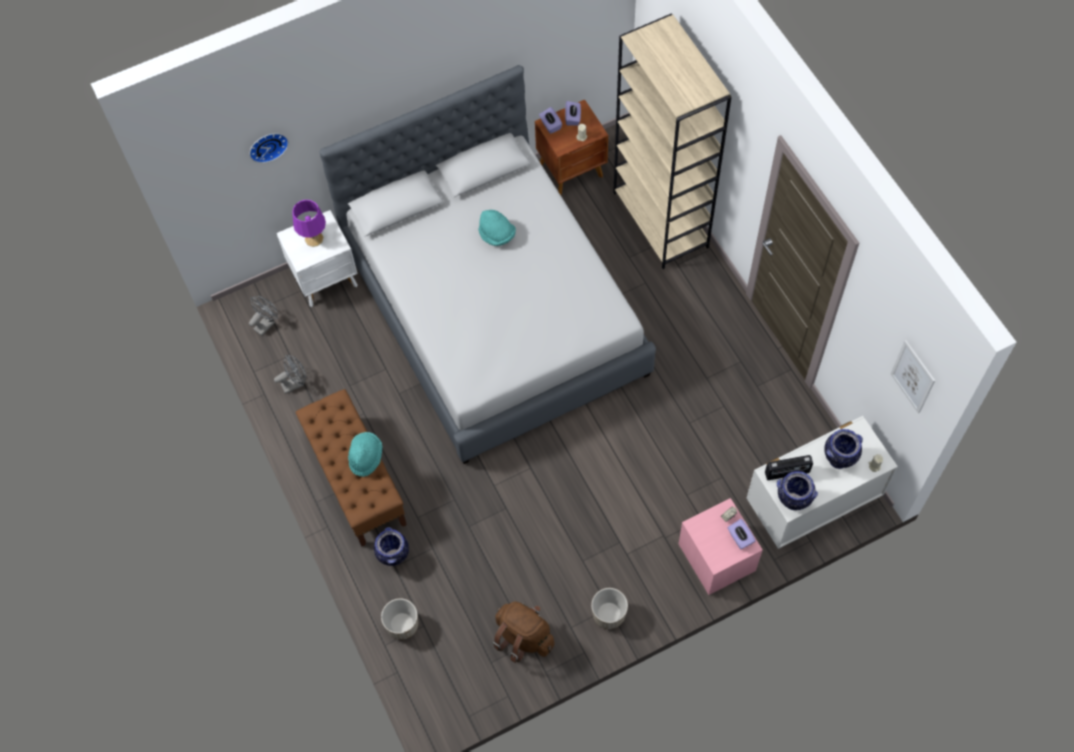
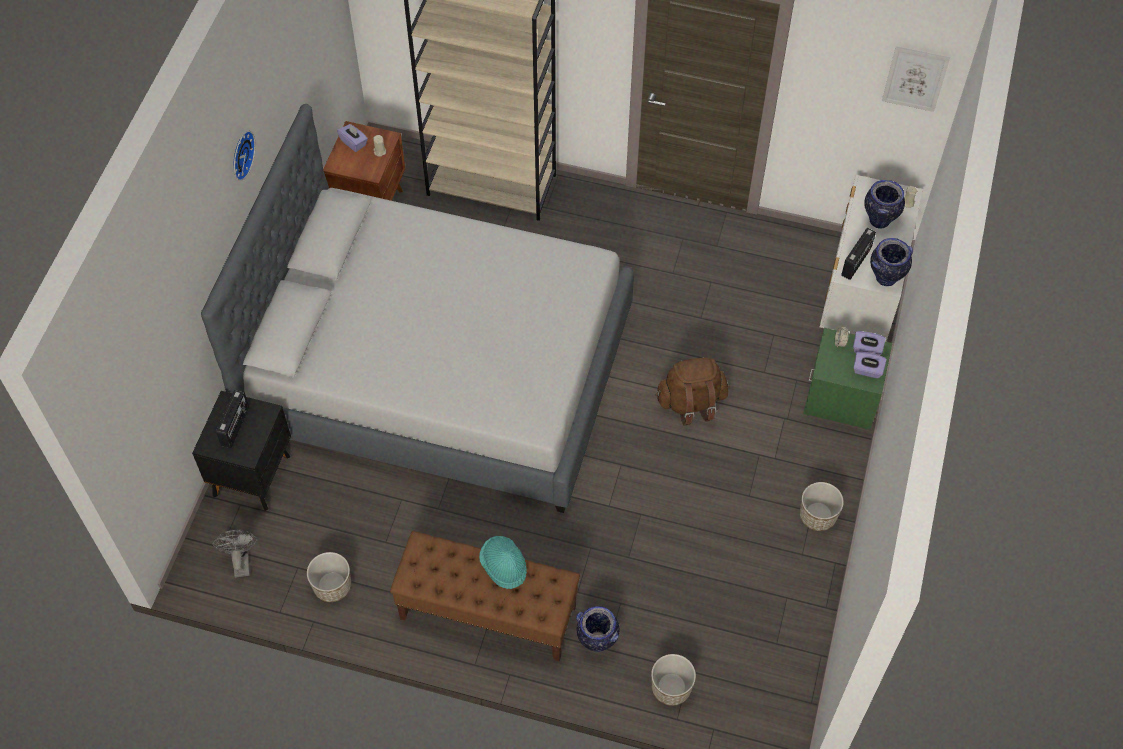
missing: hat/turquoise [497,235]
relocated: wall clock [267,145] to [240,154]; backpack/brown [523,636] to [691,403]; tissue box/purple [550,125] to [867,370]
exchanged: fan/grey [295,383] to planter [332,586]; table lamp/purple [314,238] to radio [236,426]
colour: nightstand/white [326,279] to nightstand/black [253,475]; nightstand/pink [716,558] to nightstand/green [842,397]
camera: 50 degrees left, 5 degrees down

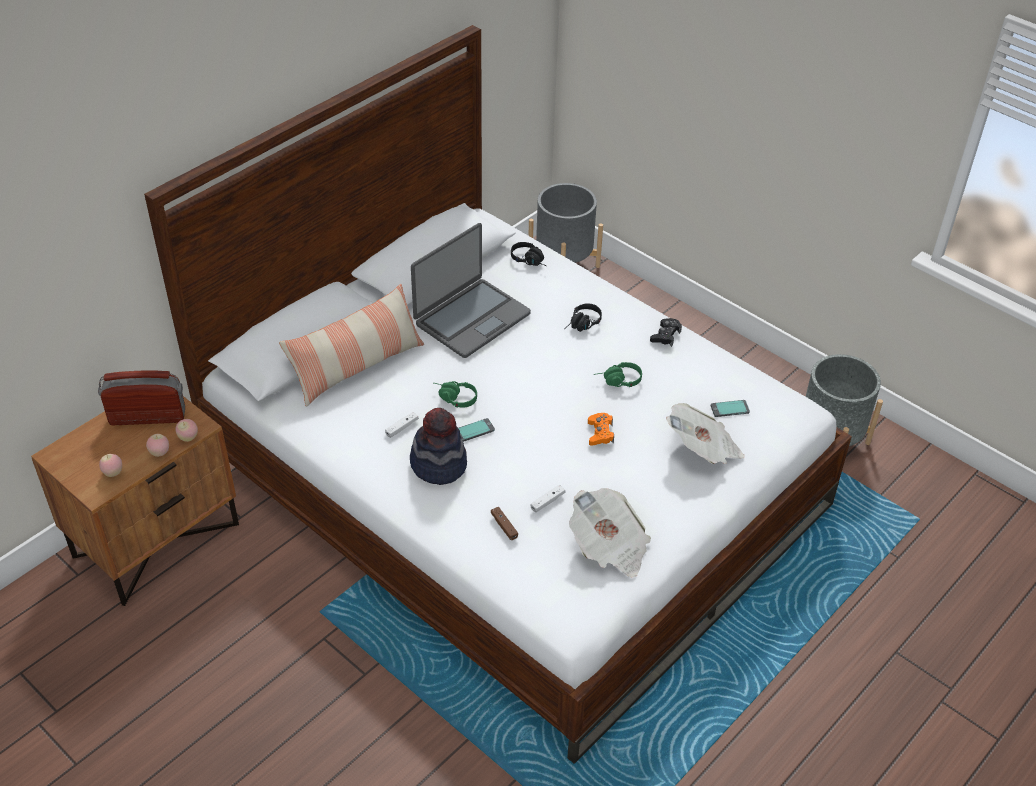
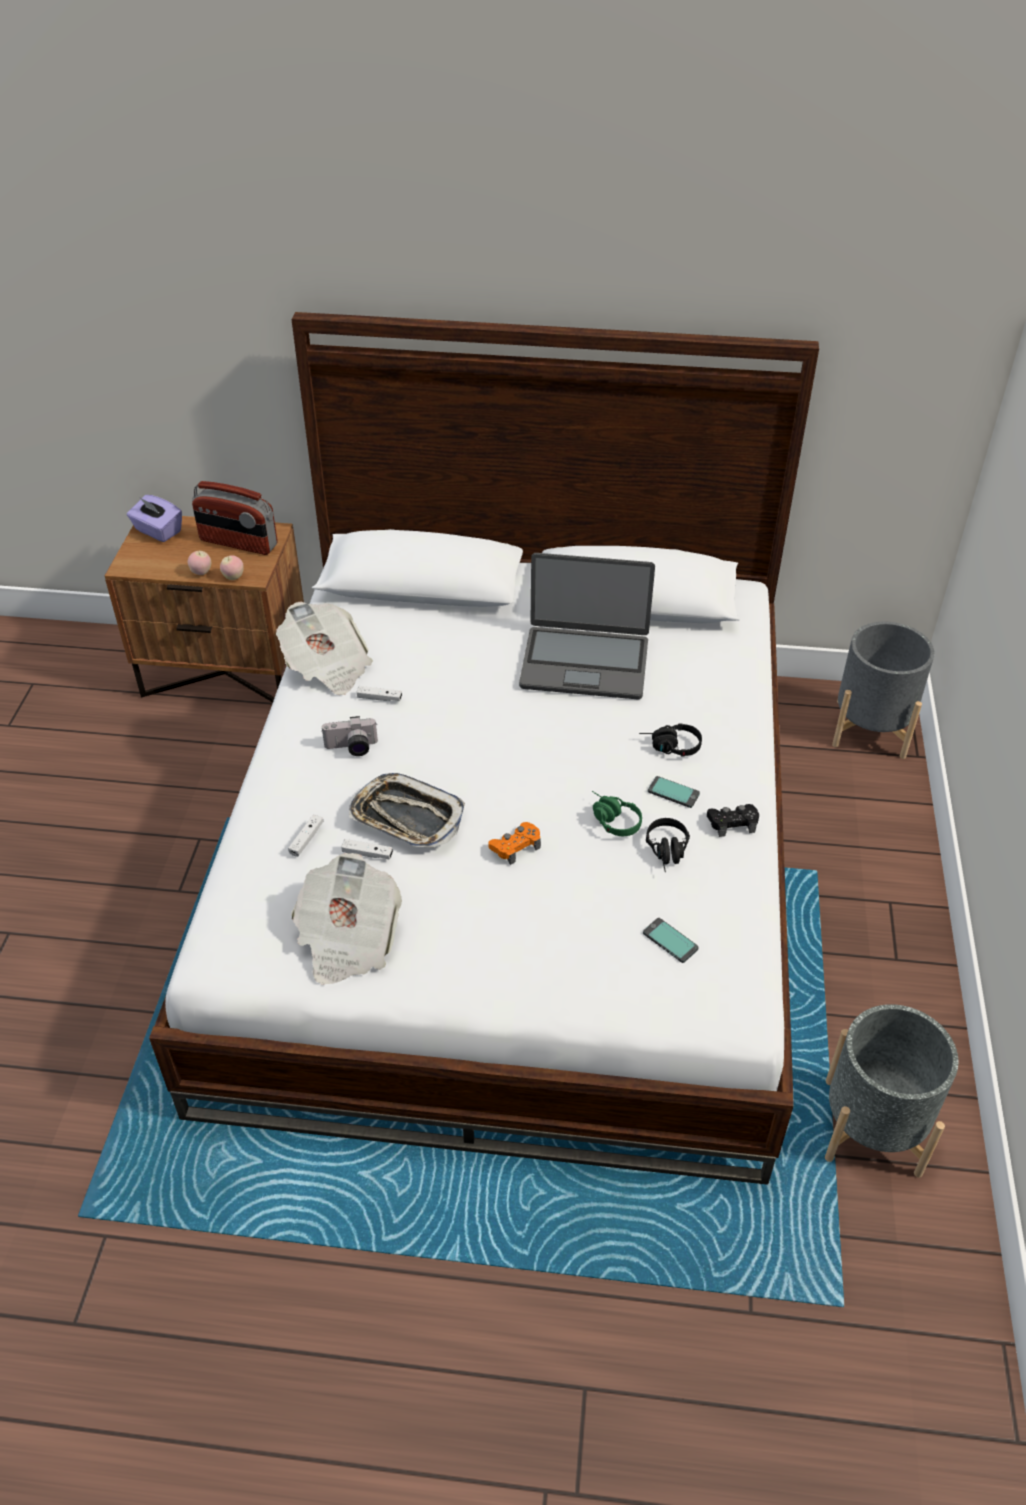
missing: apple [113,473]; pillow [357,366]; headphones/green [453,398]
appeared: tissue box/purple [158,531]; tray [406,817]
relocated: phone [474,430] to [673,792]; headphones/black [530,261] to [668,853]; newspaper [703,450] to [327,667]
exchanged: hat [438,464] to photo camera [351,748]
colour: game controller/brown [504,526] to game controller/white [306,839]
spun: radio [148,416] = [238,543] 150 degrees clockwise
camera: 55 degrees right, 0 degrees up

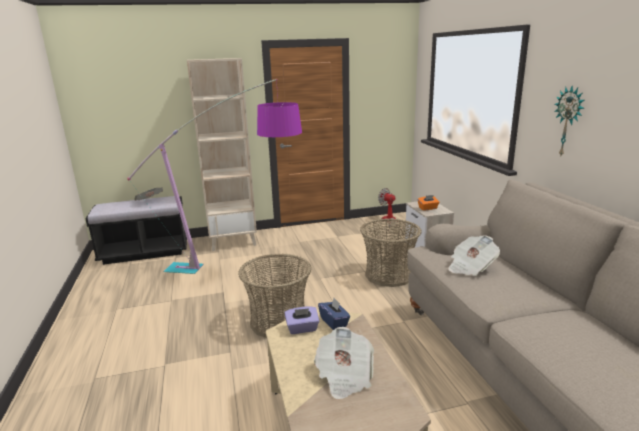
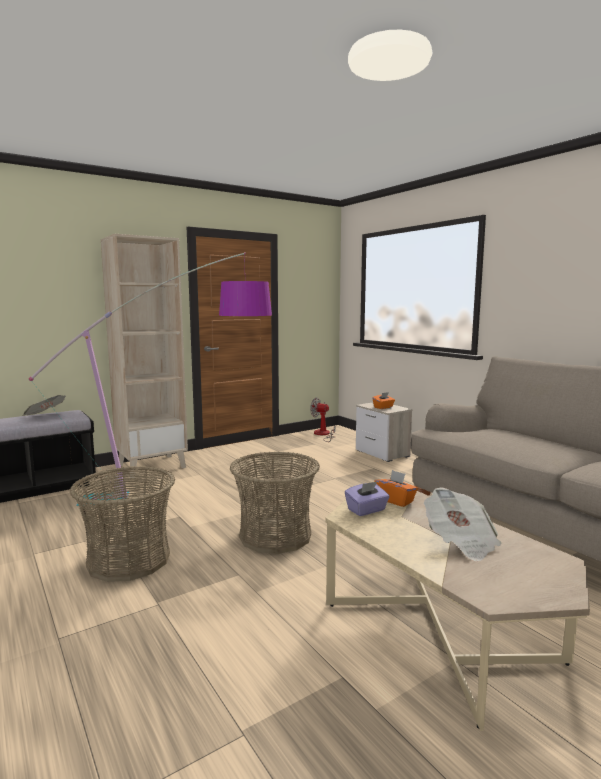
missing: newspaper [470,267]; wall clock [568,121]
relocated: basket [389,275] to [128,560]
colour: tissue box/blue [334,322] to tissue box/orange [395,500]
camera: 20 degrees left, 10 degrees down

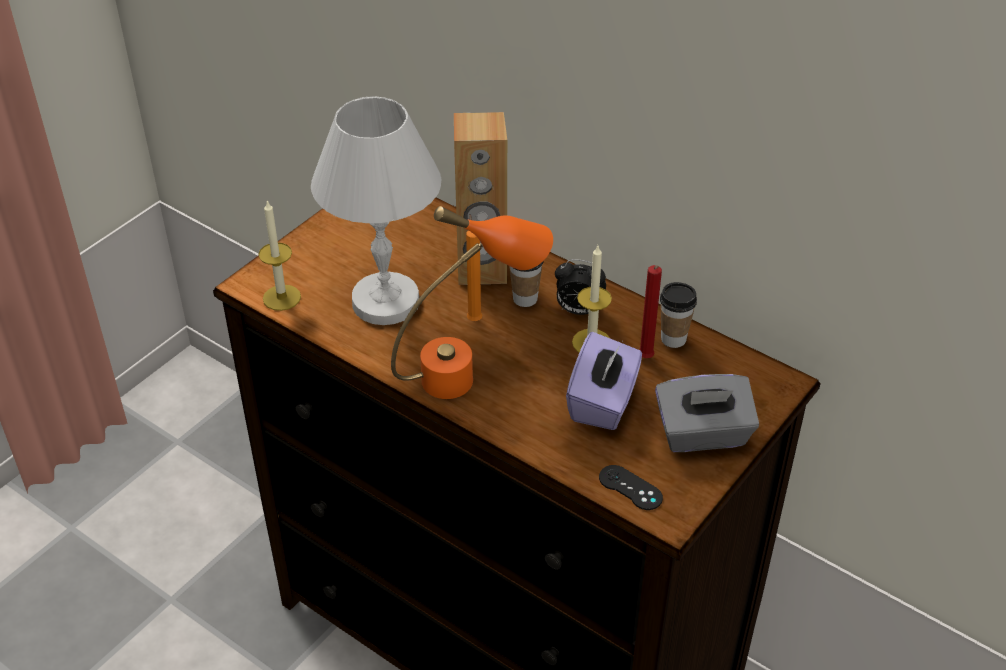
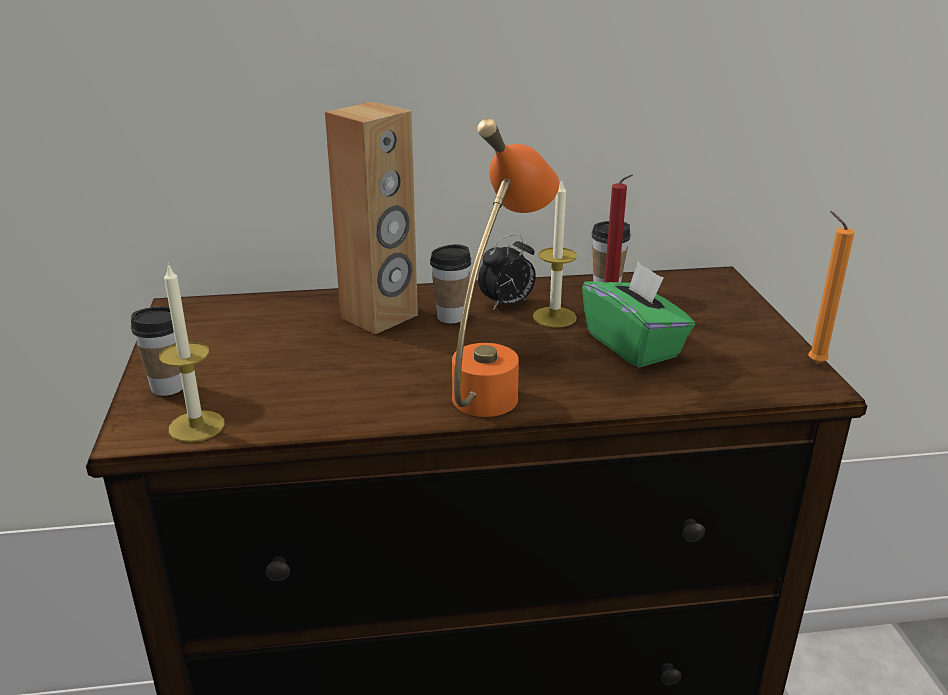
missing: table lamp/white [386,301]; game controller/black [630,488]; tissue box/grey [703,434]
appeared: cup [168,387]
relocated: candle/orange [474,319] to [813,362]
colour: tissue box/purple [603,402] to tissue box/green [633,345]
camera: 45 degrees left, 15 degrees down

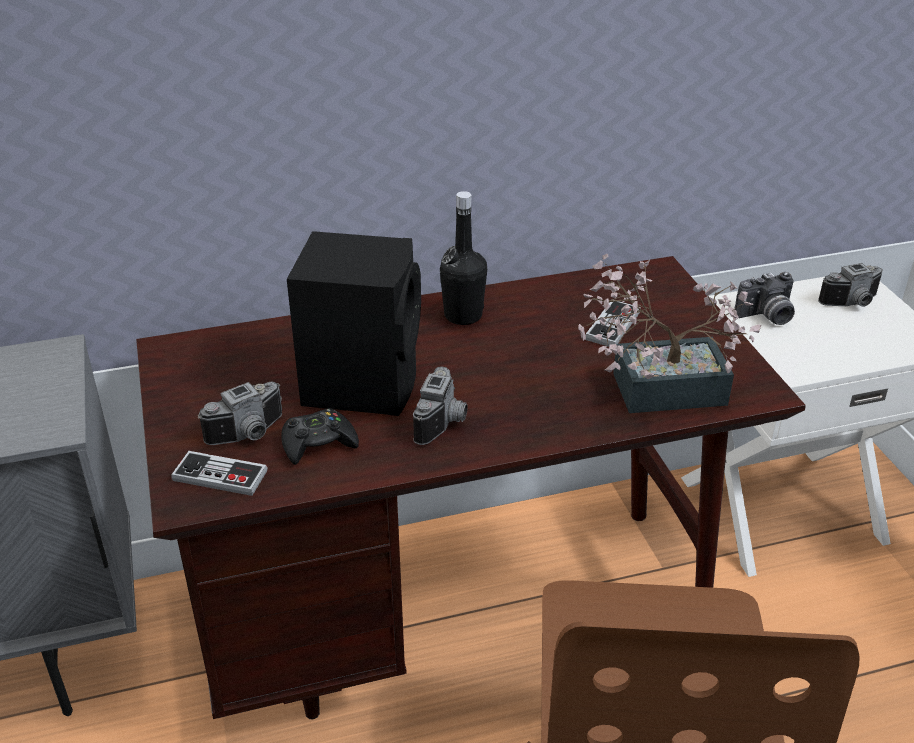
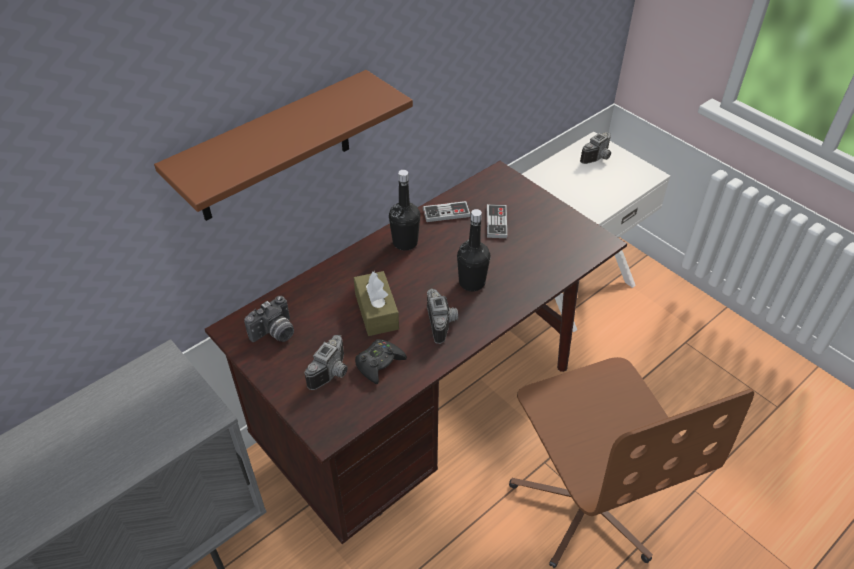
missing: potted plant [655,389]
appeared: shelf/brown [273,148]; bottle/black [472,282]
relocated: game controller [220,476] to [446,213]; photo camera [766,317] to [275,333]
exchanged: speaker/black [362,382] to tissue box/brown [376,311]
camera: 25 degrees left, 10 degrees up

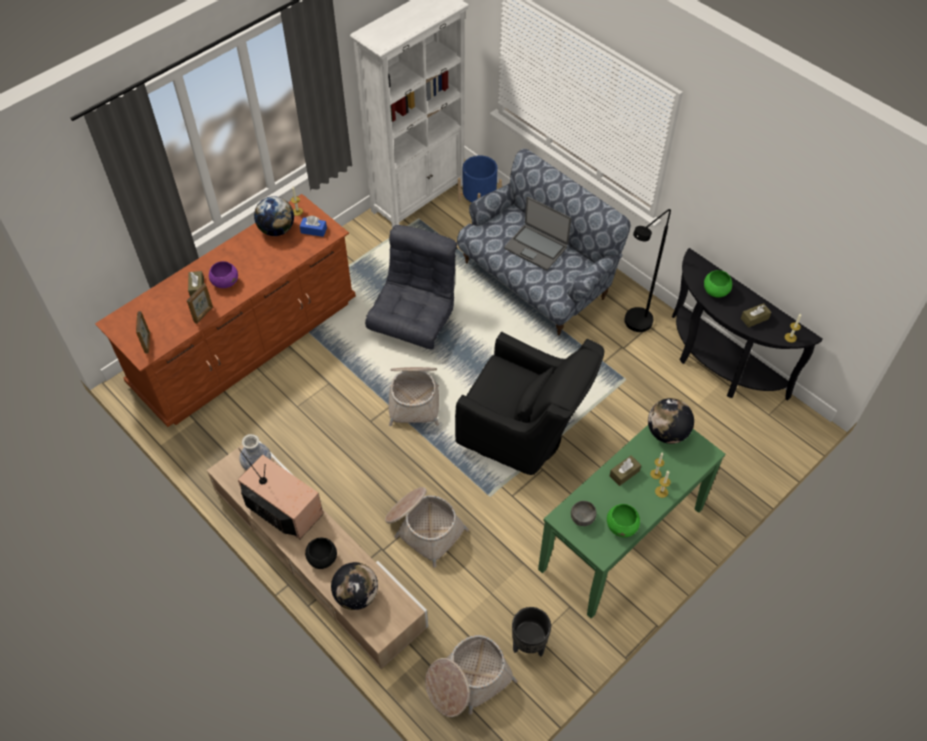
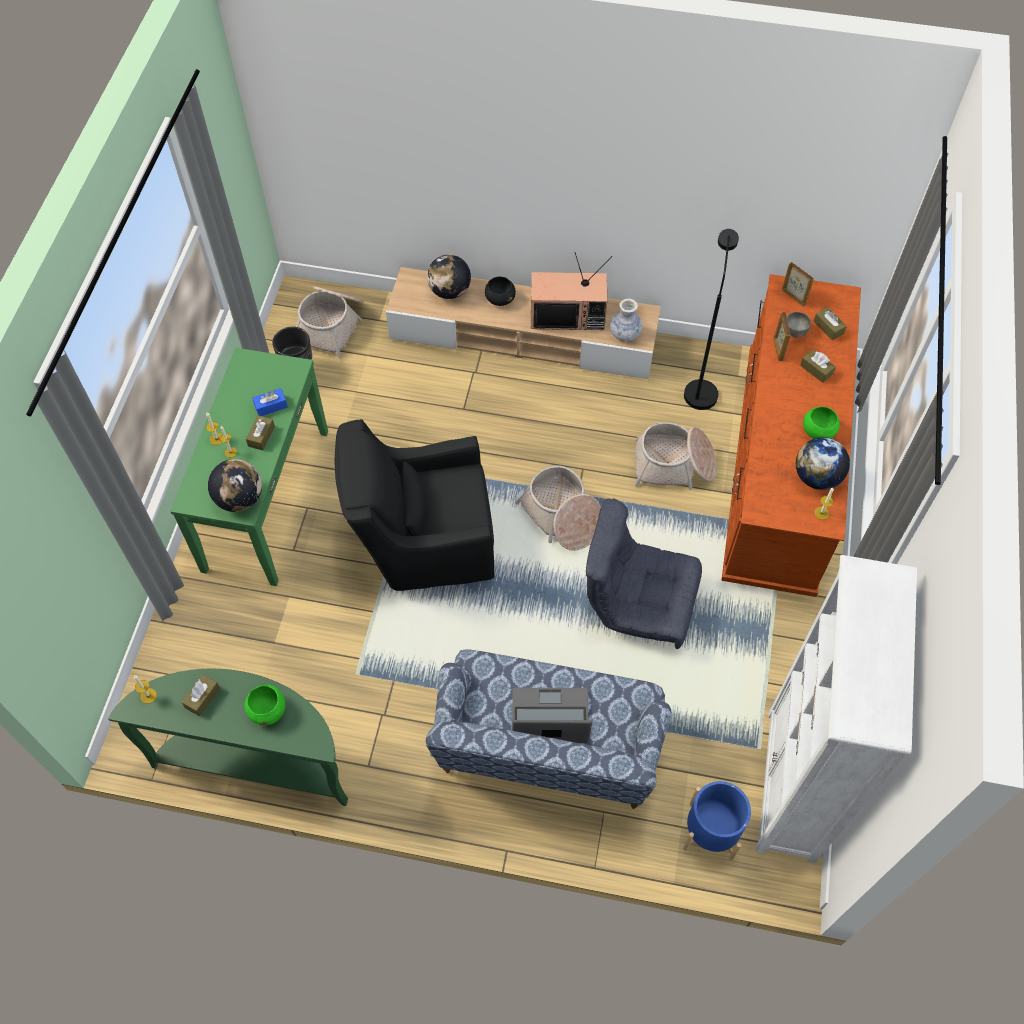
missing: bowl/purple [225,282]
appeared: tissue box/brown [828,327]
relocated: tissue box/blue [313,230] to [271,406]; basket [424,527] to [674,465]; bowl/grey [582,518] to [795,331]; bowl/green [622,526] to [818,432]; floor lamp/black [634,326] to [700,388]
colour: console table/black [718,366] to console table/green [256,760]
spun: armchair/grey [414,319] = [638,603] 120 degrees clockwise
camera: 145 degrees right, 5 degrees up

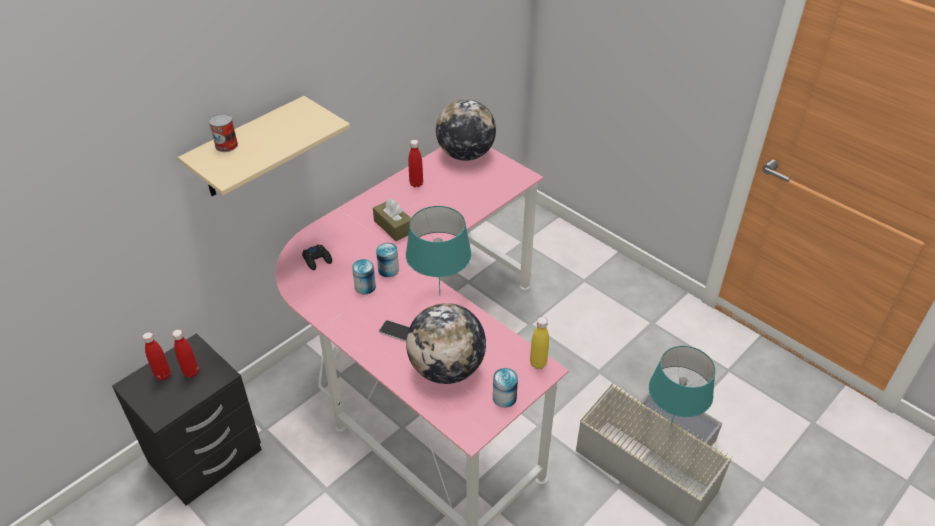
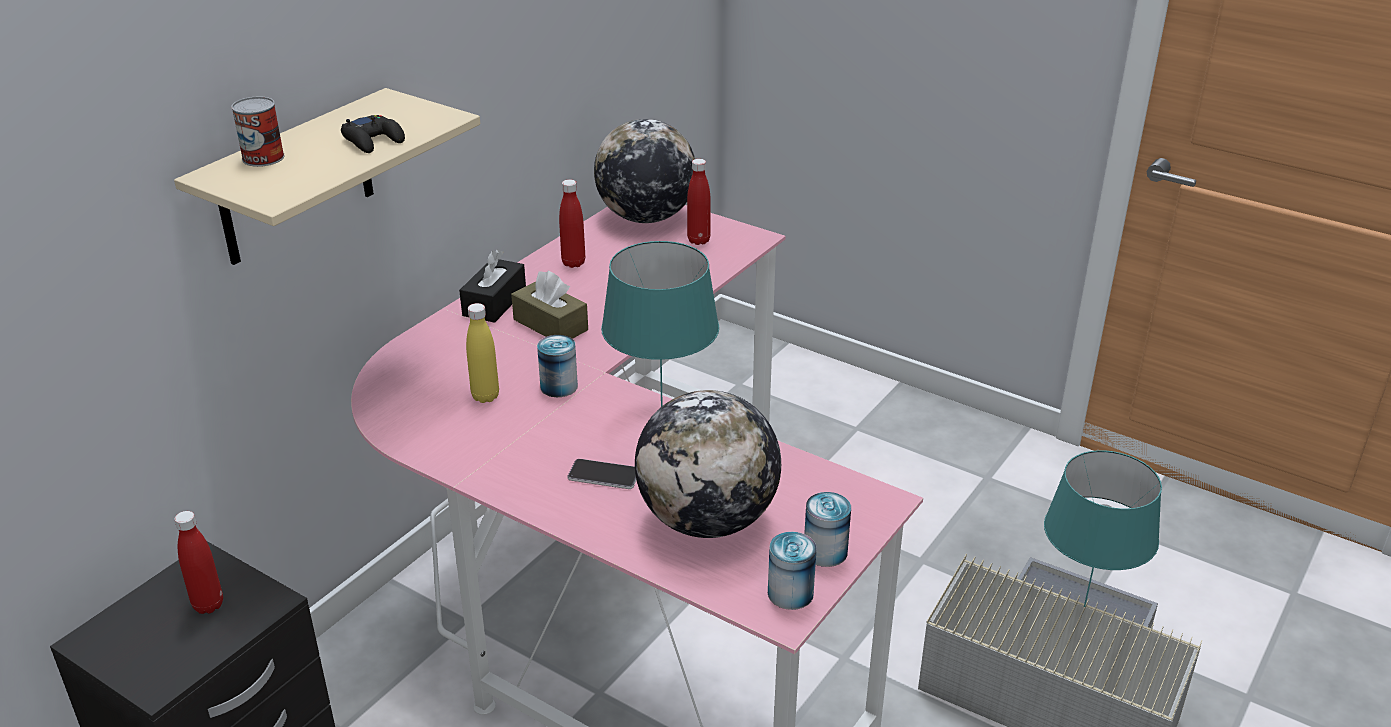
appeared: tissue box/black [494,302]
relocated: bottle/red [163,375] to [698,240]; game controller/black [317,260] to [373,140]; can [365,286] to [790,593]; bottle/yellow [538,363] to [485,396]
camera: 10 degrees left, 10 degrees down

